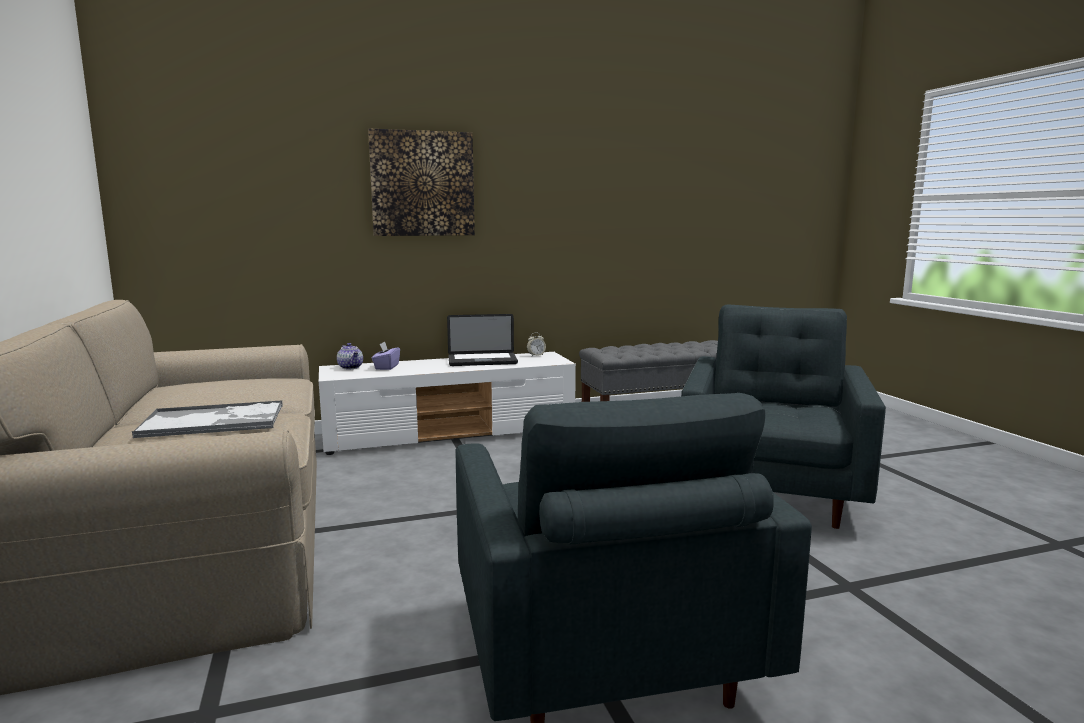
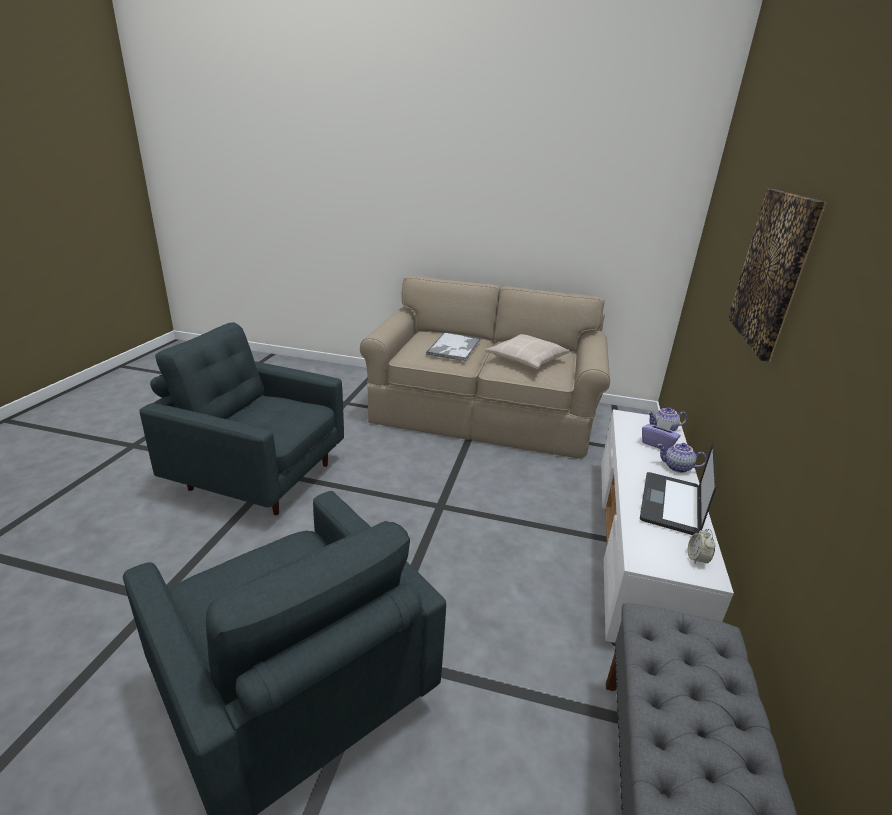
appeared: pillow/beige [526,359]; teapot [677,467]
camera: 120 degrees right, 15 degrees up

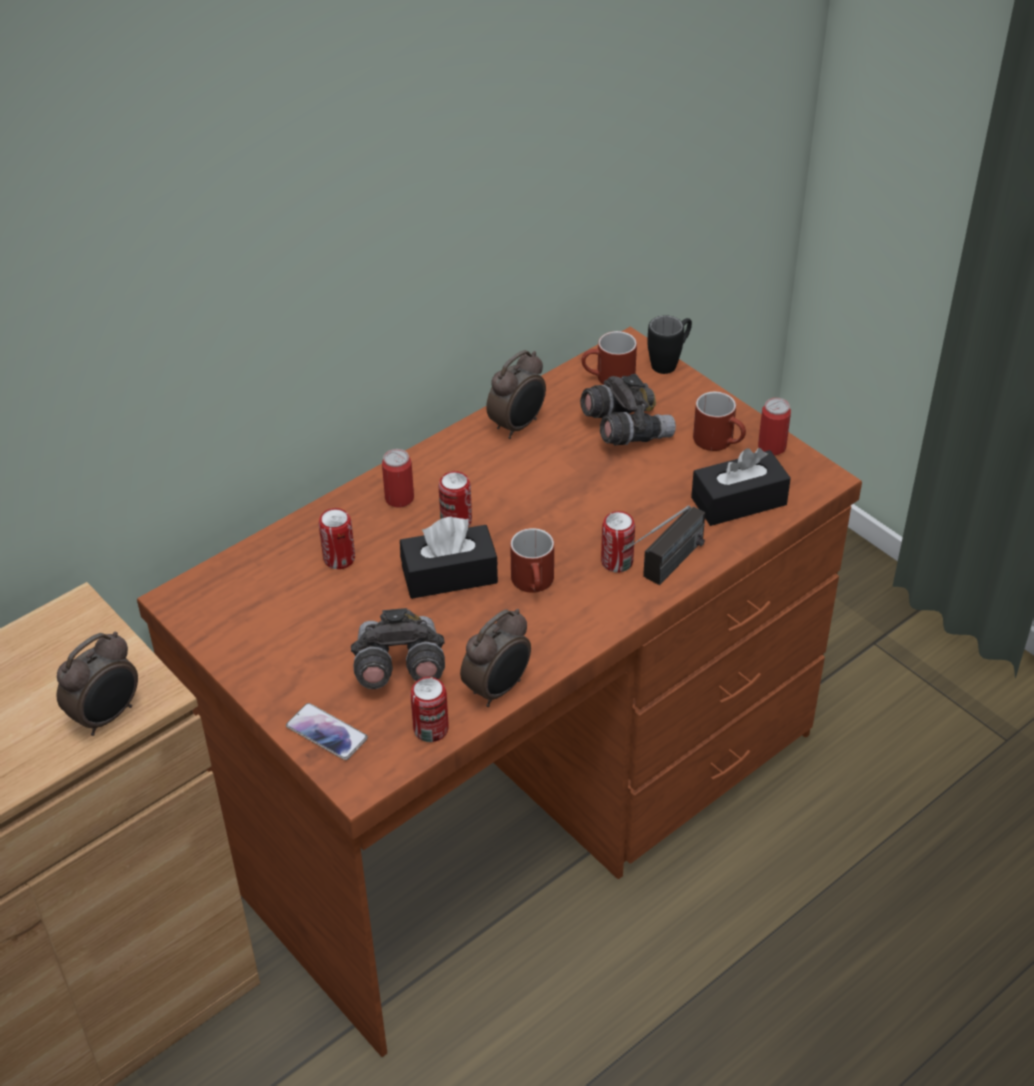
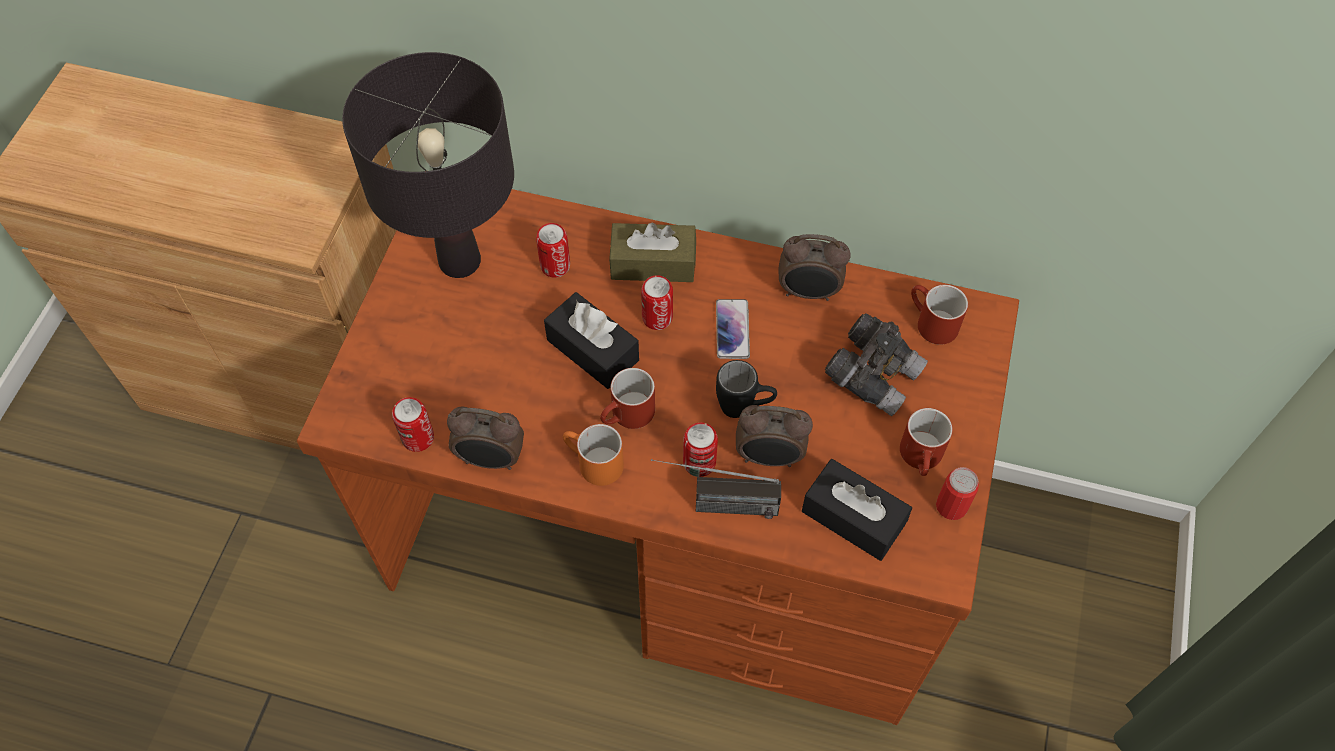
missing: binoculars/grey [398,668]
appeared: table lamp/black [459,262]; mug/orange [592,464]
relocated: alarm clock [107,716] to [769,457]; phone [326,732] to [732,329]; mug/black [670,362] to [744,408]
exchanged: can [399,498] to tissue box/brown [653,263]
camera: 55 degrees right, 15 degrees up

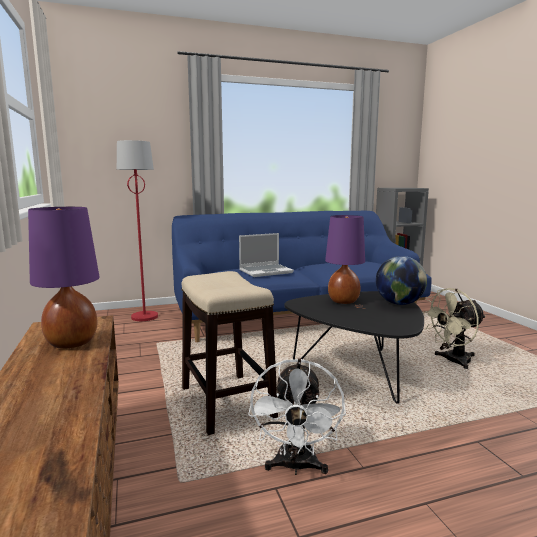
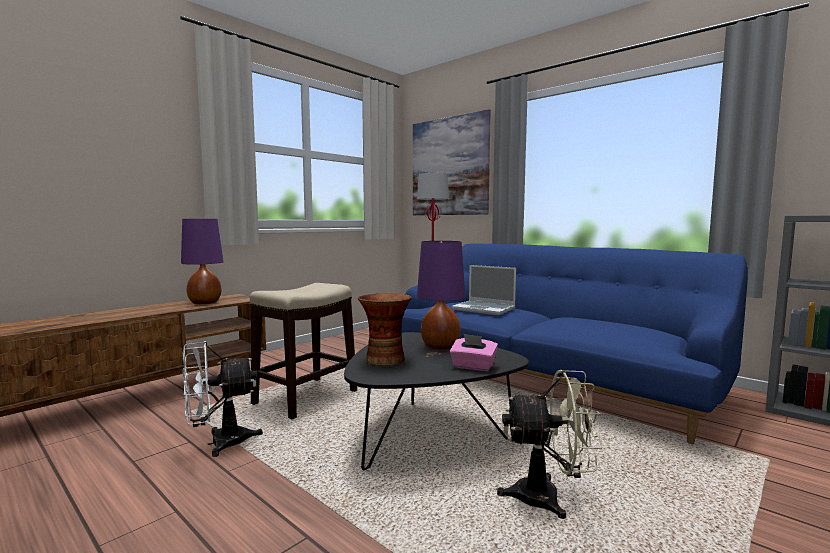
appeared: vase [385,360]; picture [449,166]
exchanged: globe [399,303] to tissue box/pink [473,366]
spun: fan/beige [452,361] = [549,498] 150 degrees clockwise
camera: 60 degrees right, 5 degrees down

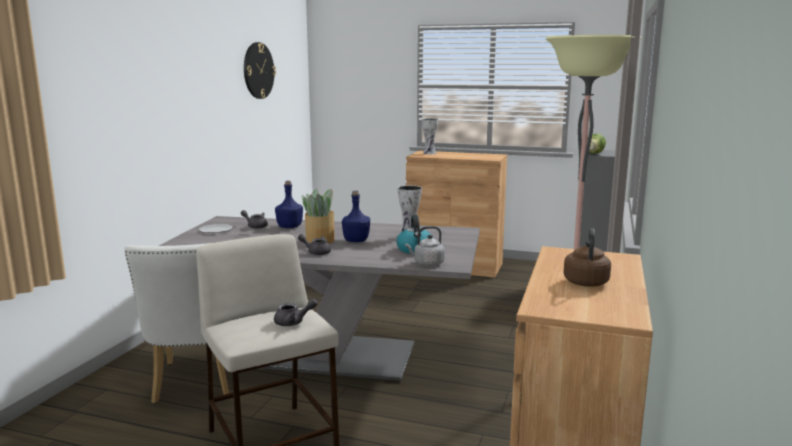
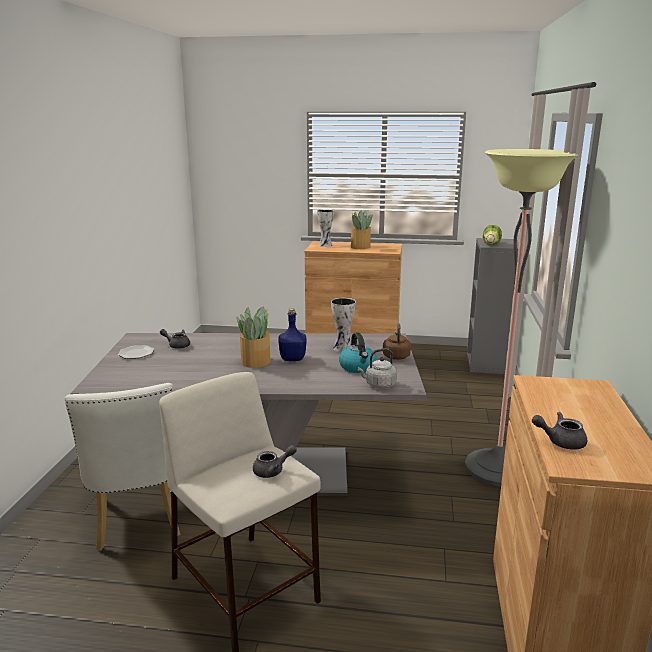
missing: wall clock [258,70]; bottle/blue [290,227]
appeared: potted plant [360,247]
relocated: teapot/grey [316,252] to [560,441]; kettle/brown [586,282] to [396,356]
camera: 10 degrees left, 5 degrees up

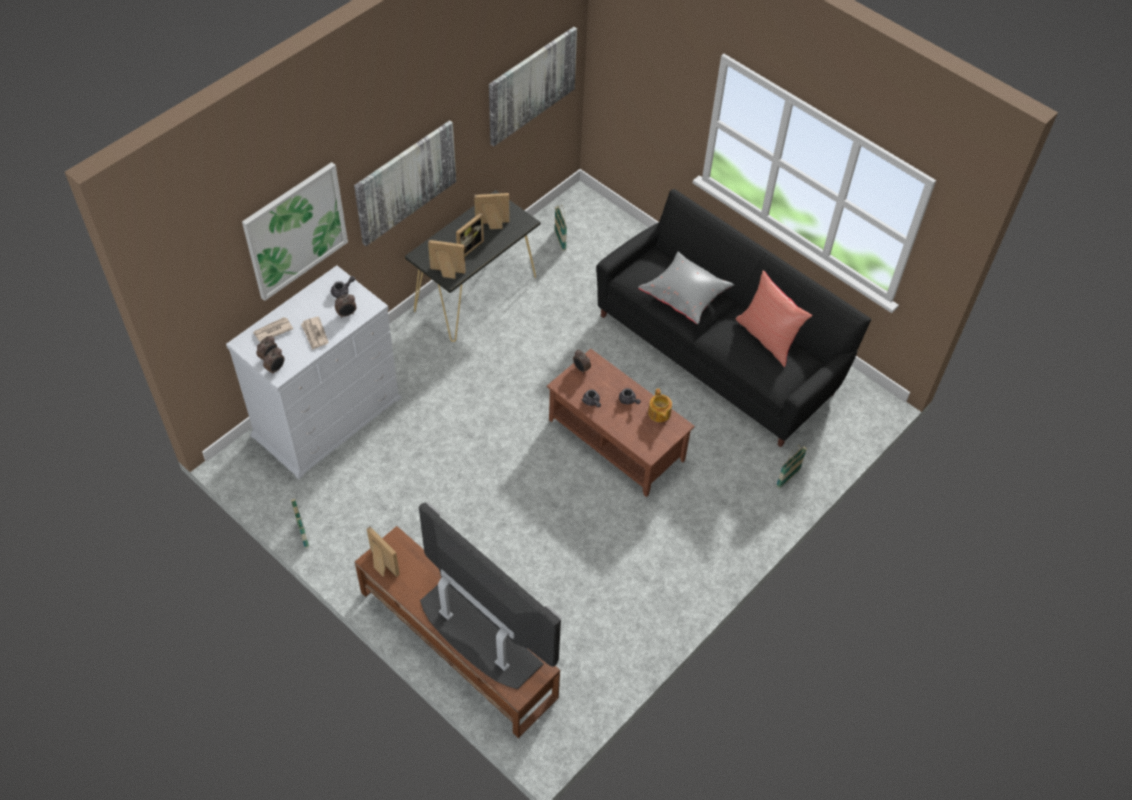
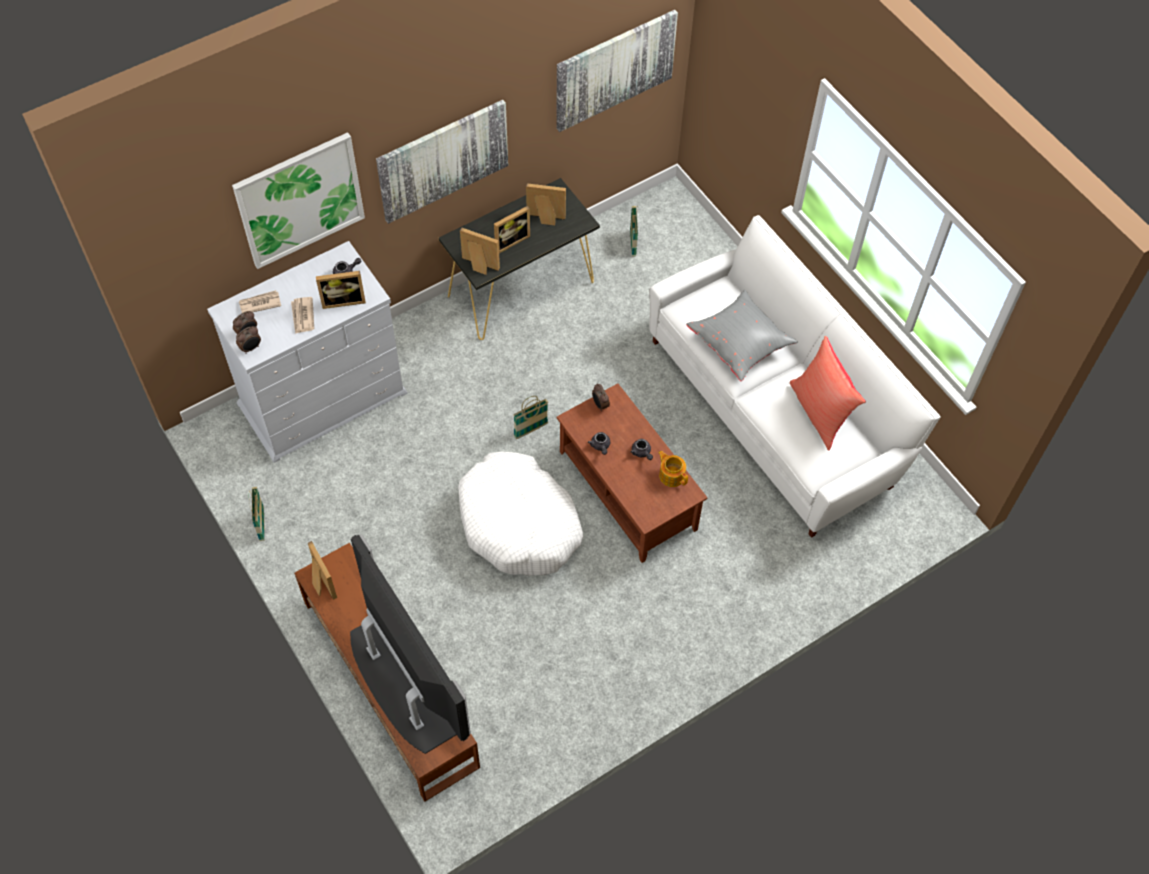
appeared: dog bed/white [519,523]
relocated: basket [788,478] to [531,430]
exchanged: alarm clock [347,314] to picture frame [343,300]
colour: sofa/black [719,350] to sofa/white [776,409]
spun: teapot [659,413] = [671,475] 135 degrees clockwise
camera: 15 degrees right, 5 degrees up

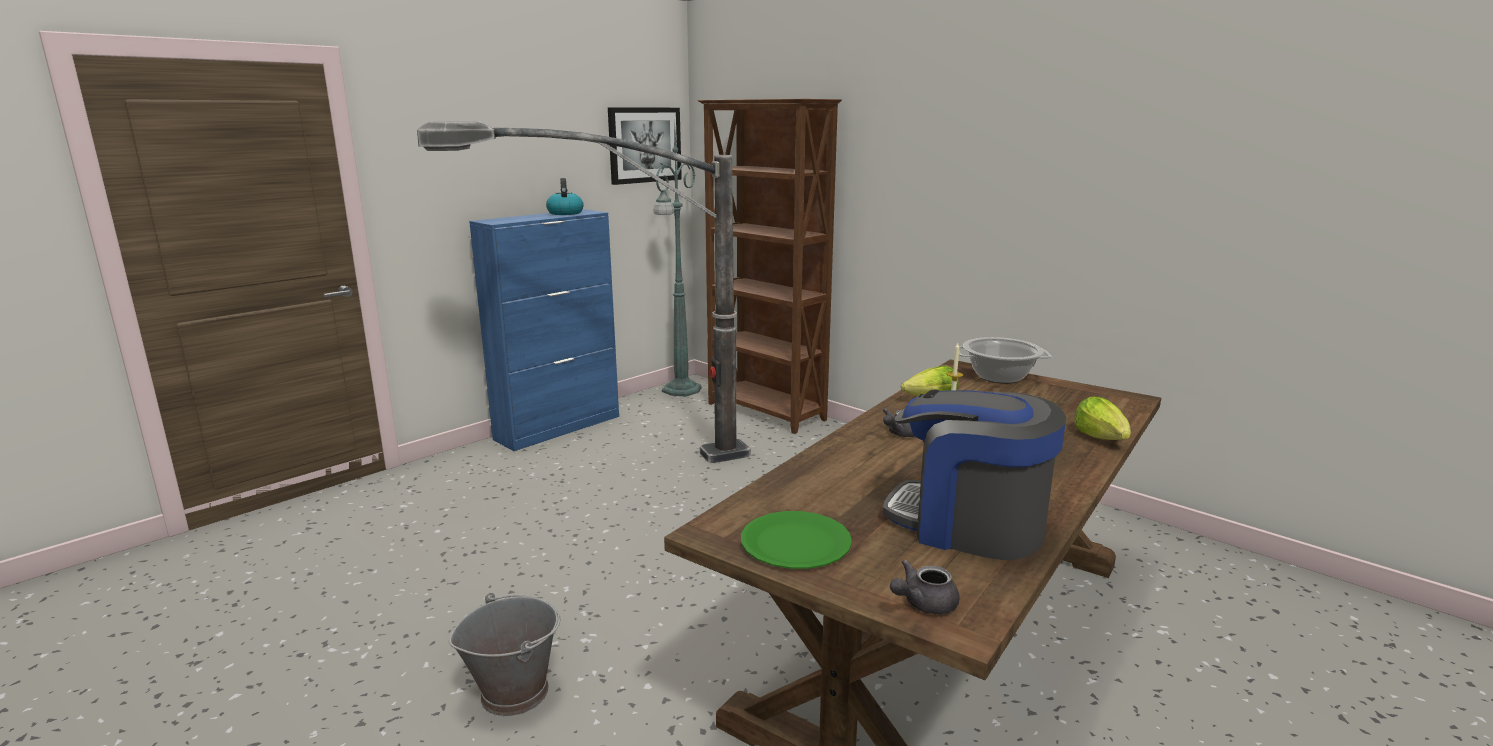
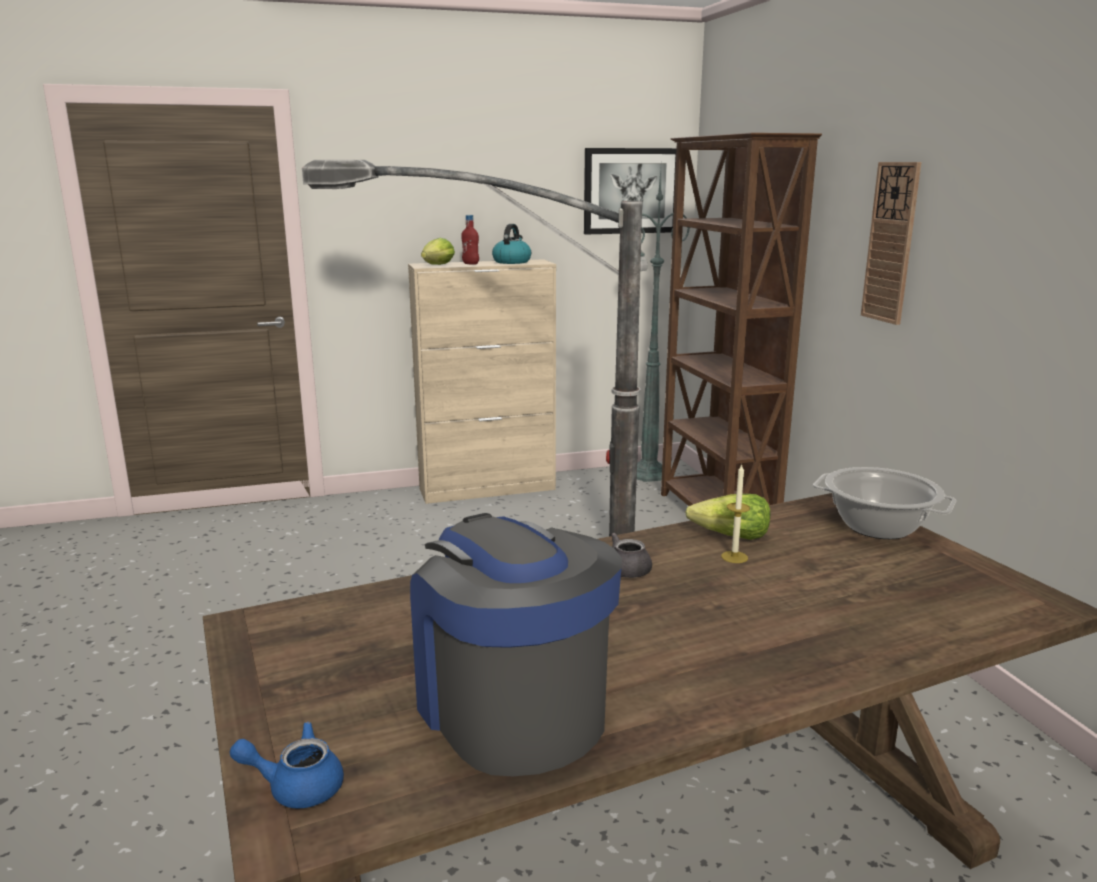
missing: bucket/grey [515,692]; plate/green [795,543]
appeared: bottle/red [470,264]; wall clock [891,243]
relocated: lettuce [1102,438] to [437,265]
colour: cabinet/blue [559,427] to cabinet/beige [488,489]; teapot/grey [923,604] to teapot/blue [296,786]
camera: 30 degrees right, 0 degrees up

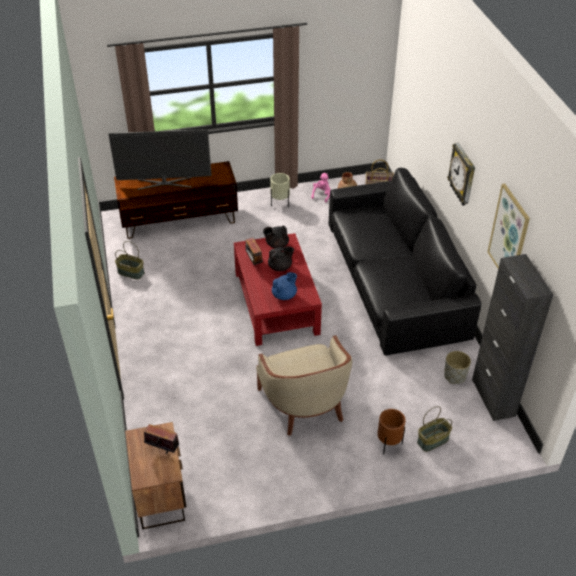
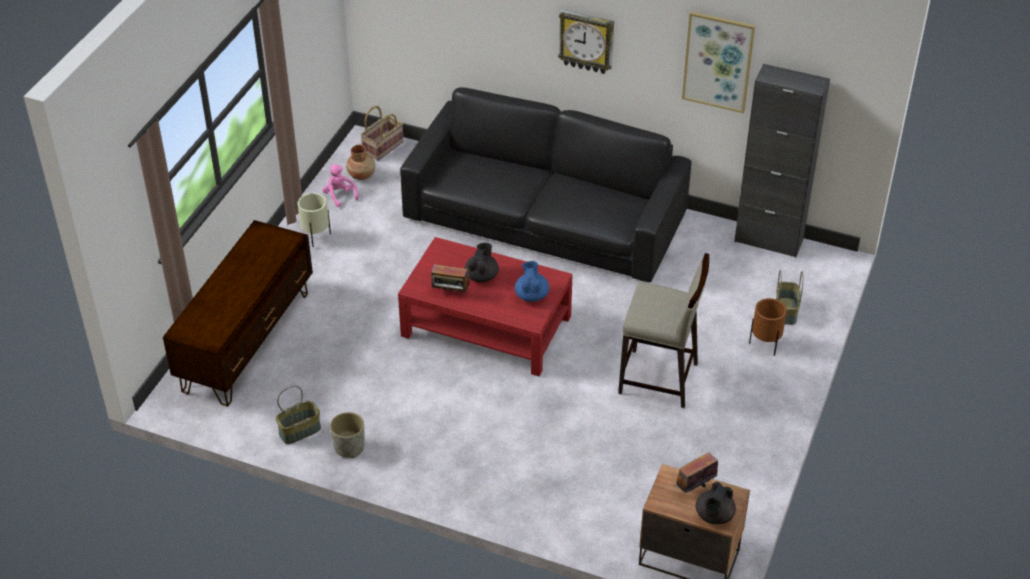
missing: television [164,183]
relocated: teapot/black [276,245] to [714,516]; planter/grey [454,376] to [349,447]
exchanged: armchair/beige [304,403] to stool/beige [659,379]
camera: 55 degrees left, 0 degrees up

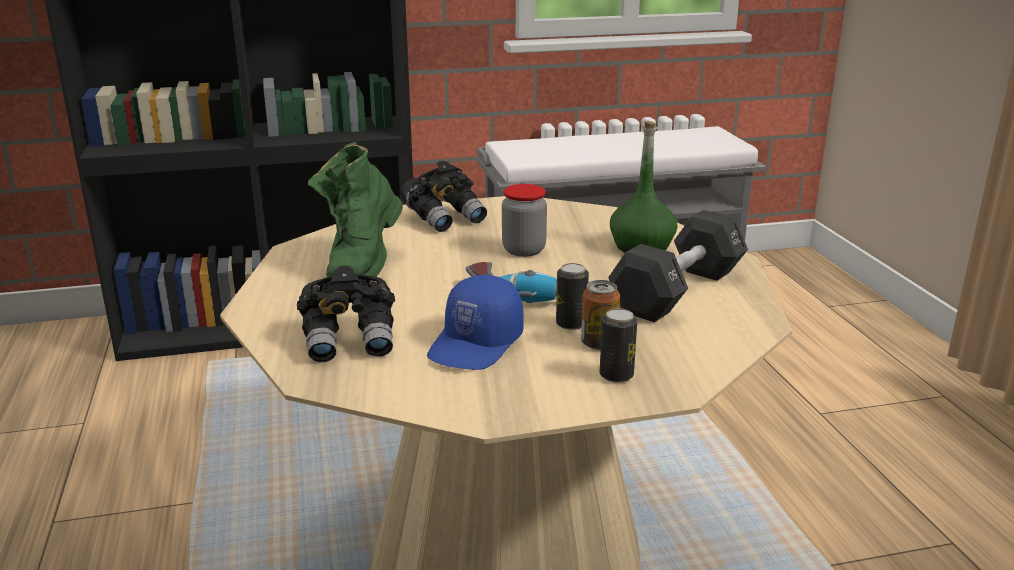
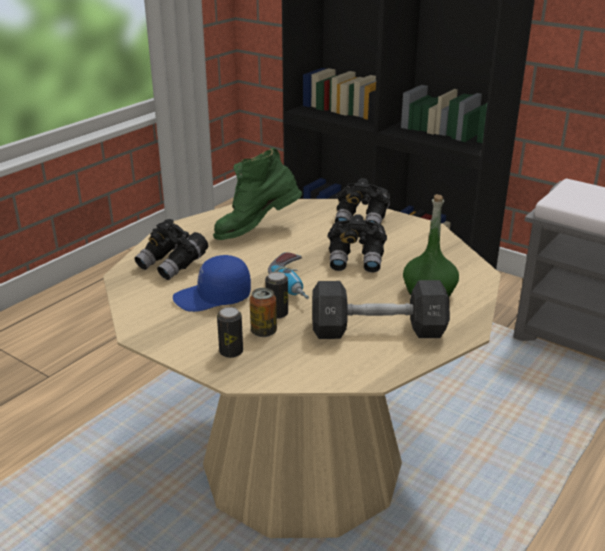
exchanged: jar [524,250] to binoculars/black [356,260]
camera: 50 degrees right, 5 degrees up

